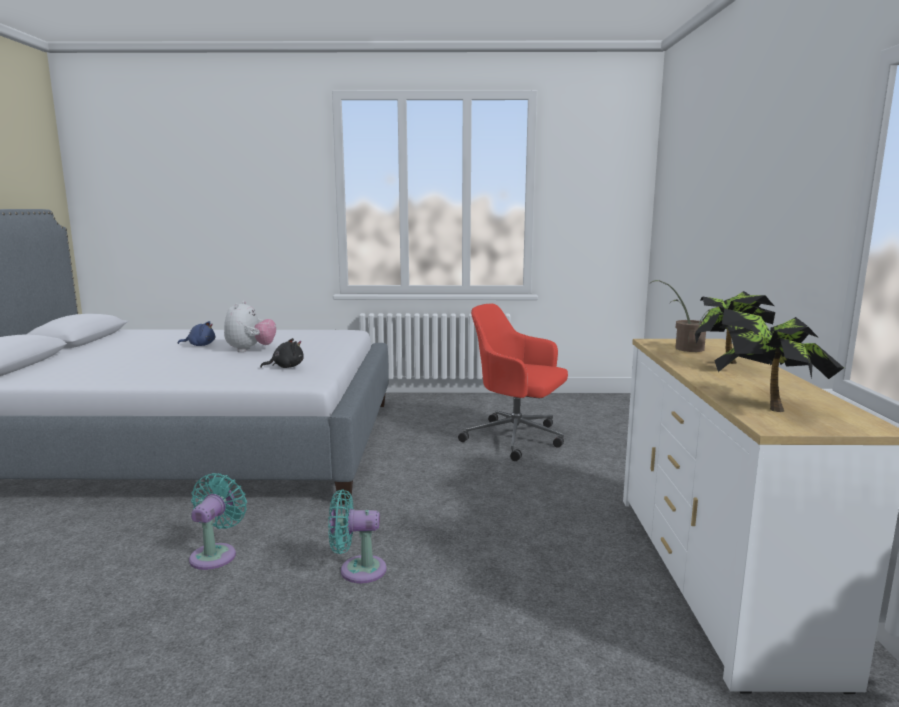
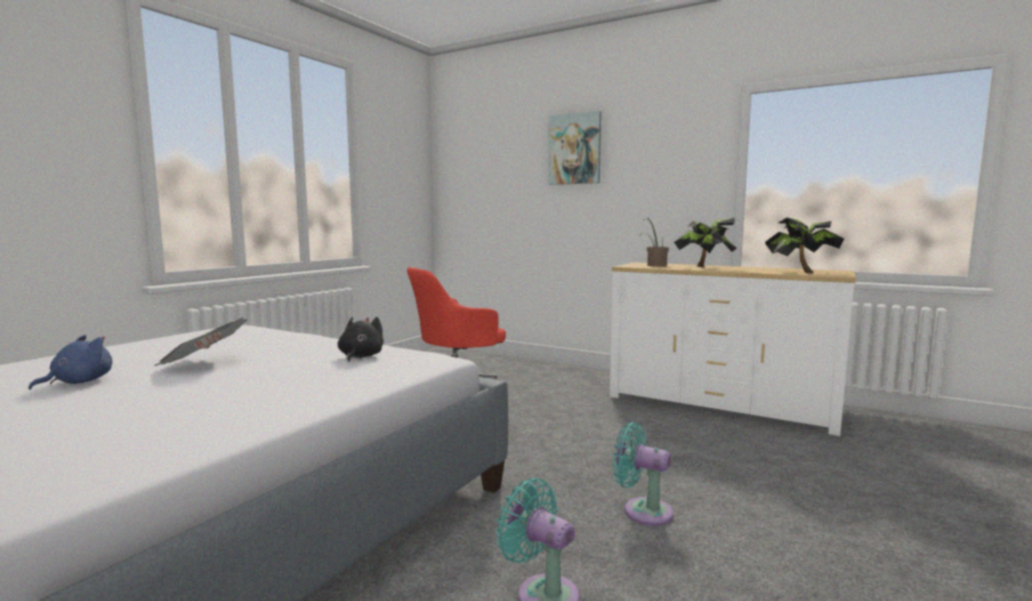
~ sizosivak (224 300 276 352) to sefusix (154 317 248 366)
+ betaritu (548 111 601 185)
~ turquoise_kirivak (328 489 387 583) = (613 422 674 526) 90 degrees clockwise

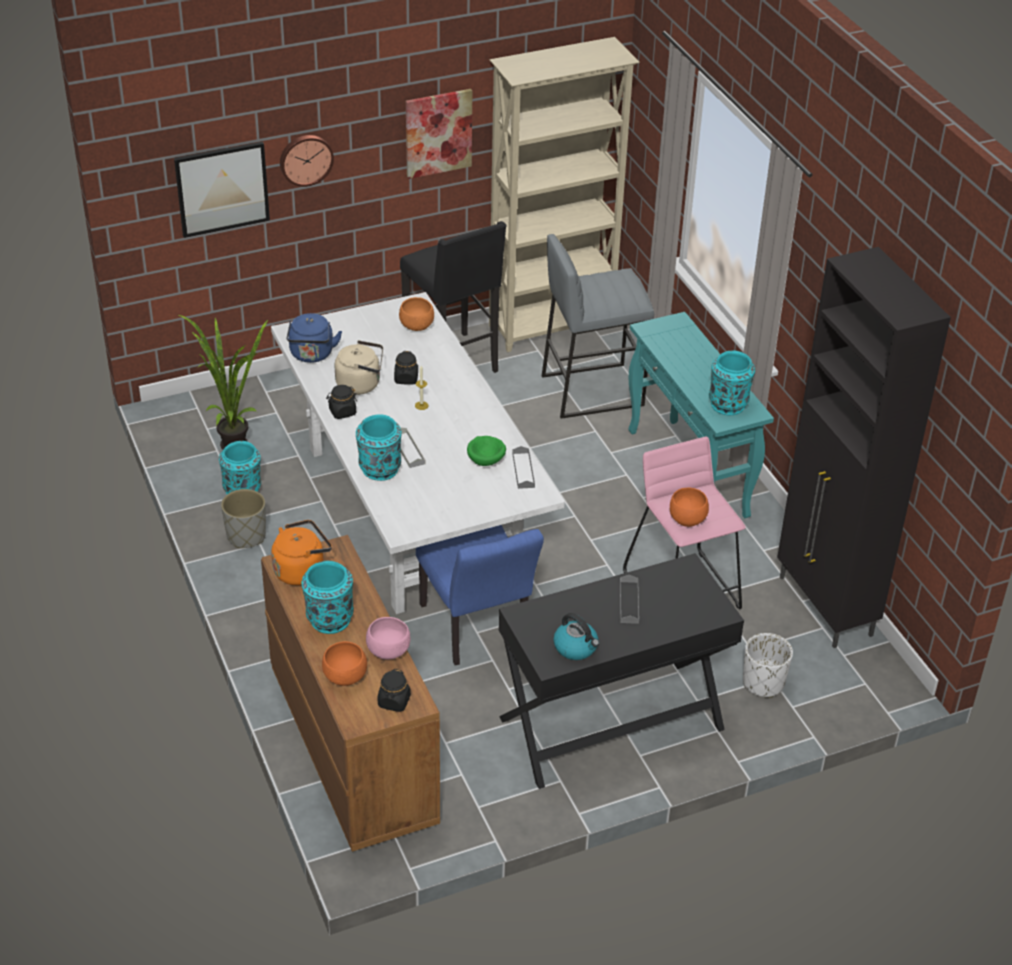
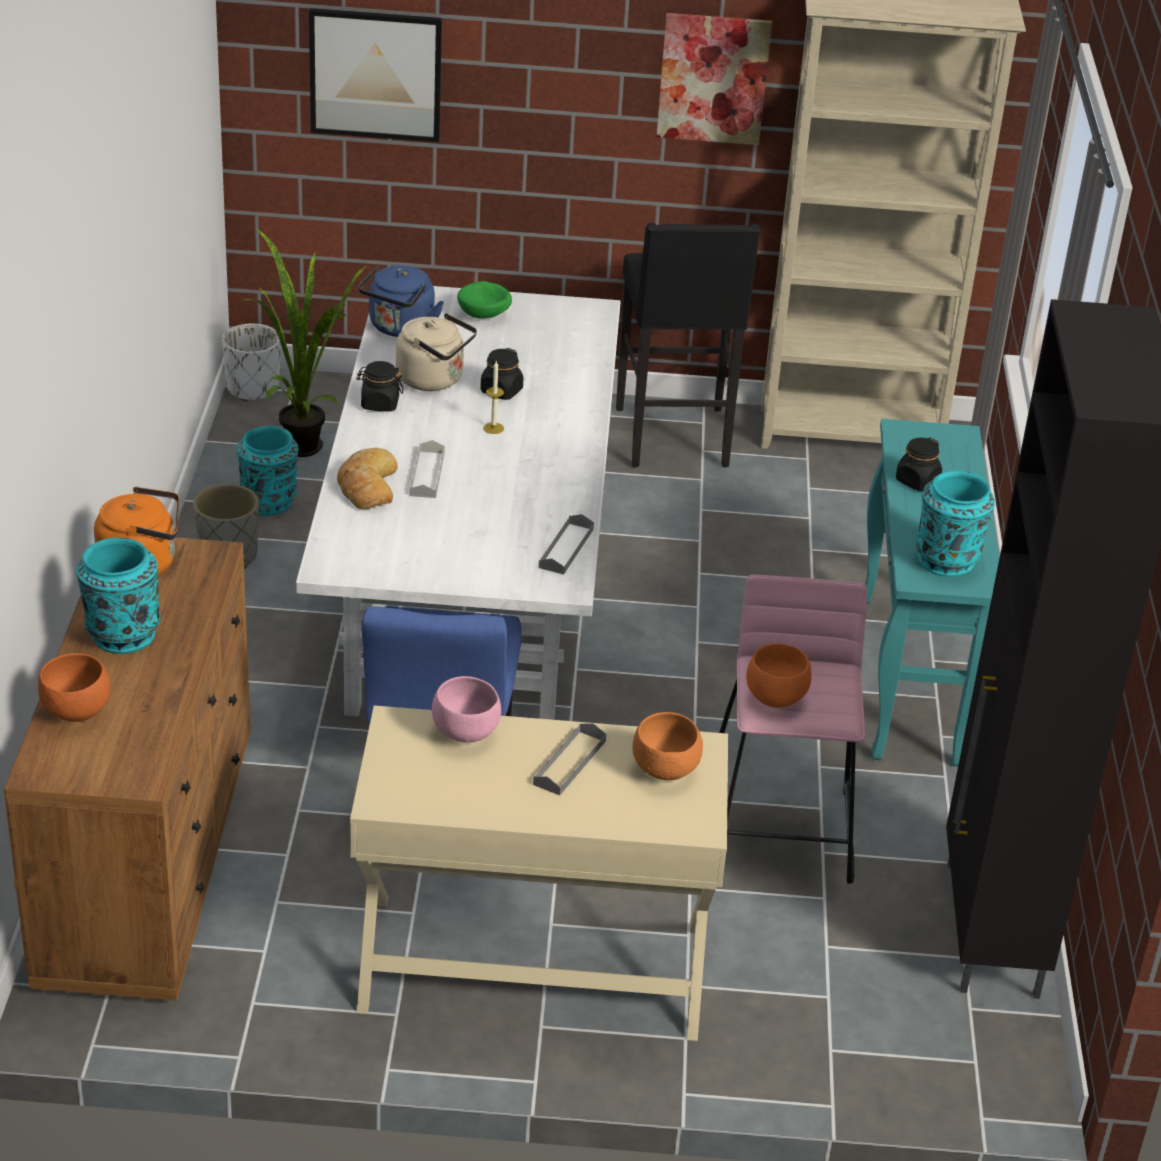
~ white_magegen (743 633 793 698) to (222 323 281 402)
~ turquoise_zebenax (356 414 402 481) to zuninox (337 448 397 509)
~ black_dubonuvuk (499 553 744 789) to beige_dubonuvuk (350 705 728 1041)
~ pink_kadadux (366 617 411 659) to (432 676 501 742)
~ green_kadadux (467 436 506 466) to (457 281 512 319)
~ orange_kadadux (399 297 434 331) to (632 712 703 780)
~ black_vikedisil (378 669 411 712) to (896 438 942 491)
- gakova (280 135 334 187)
- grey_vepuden (542 234 654 419)
- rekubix (553 613 599 660)

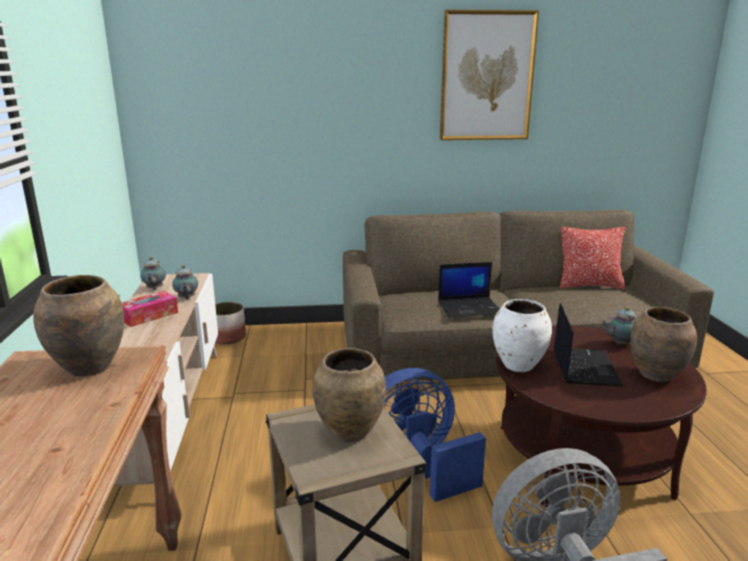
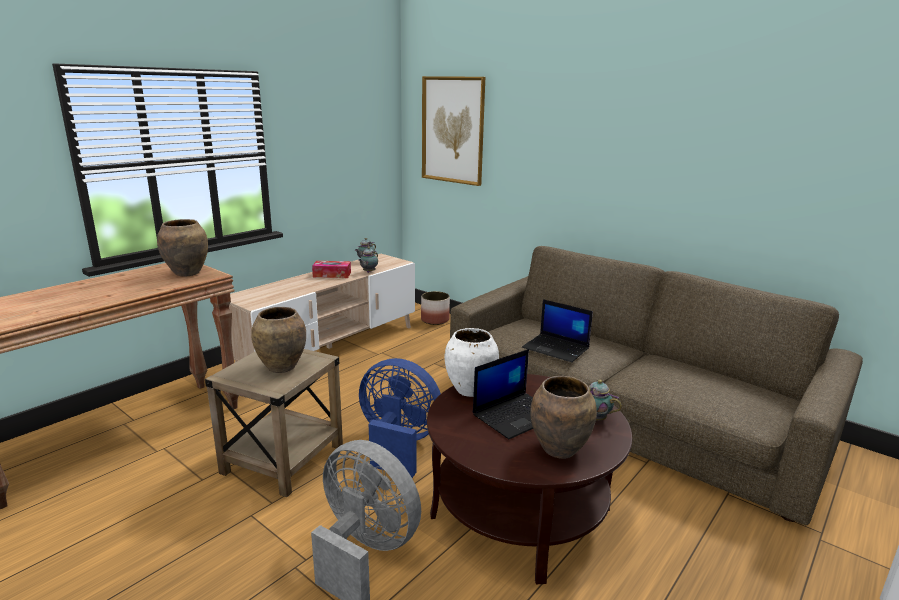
~ betaritu (440 10 539 140) to (422 76 485 186)
- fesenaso (560 227 626 289)

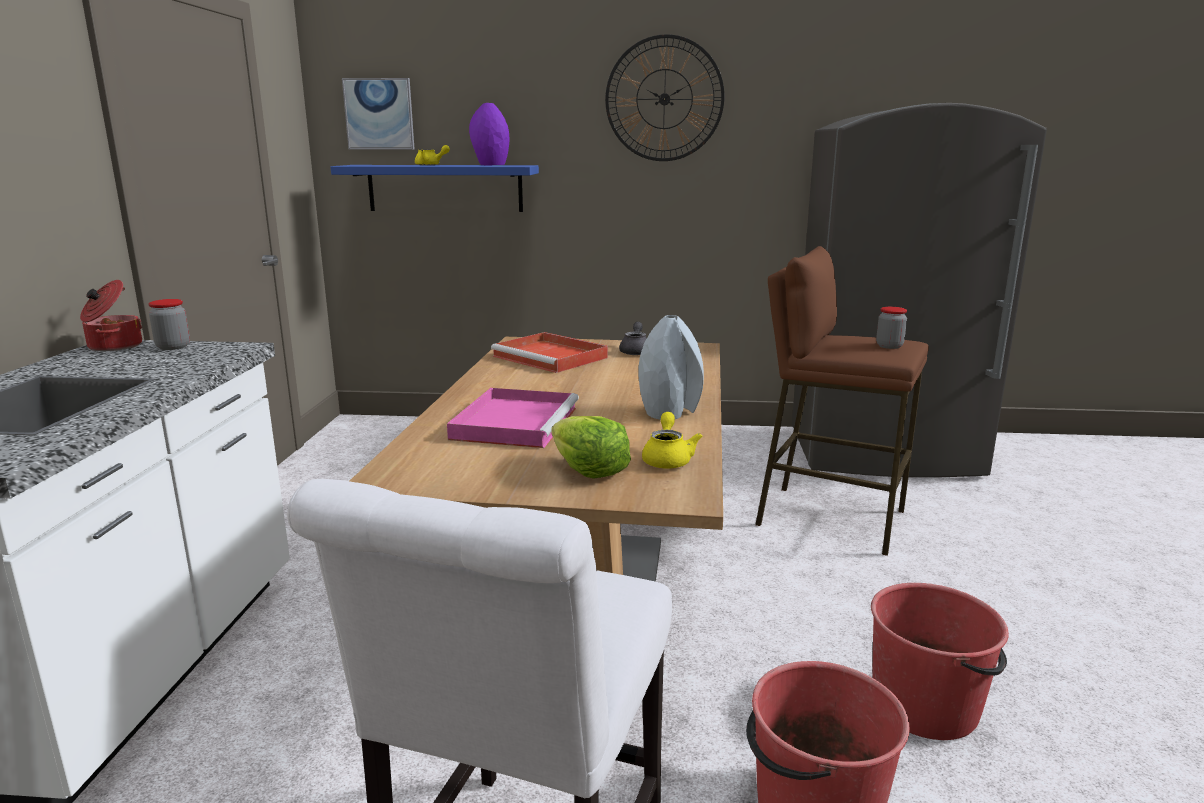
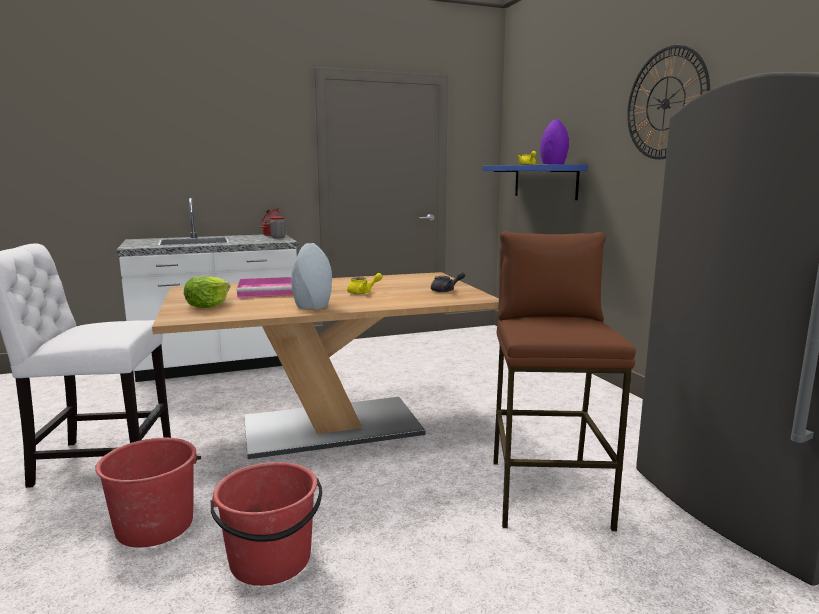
~ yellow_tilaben (642 412 702 469) to (347 273 383 294)
- betaritu (342 78 415 150)
- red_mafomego (491 332 608 373)
- vikedisil (876 307 907 349)

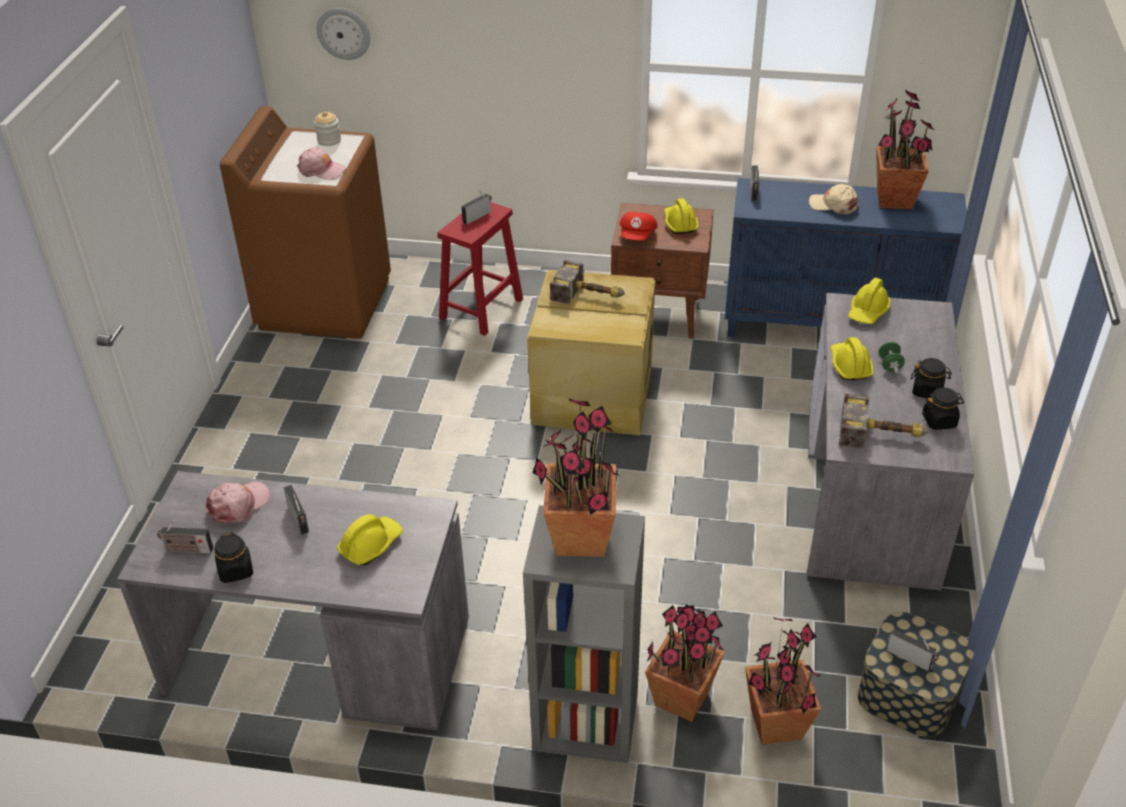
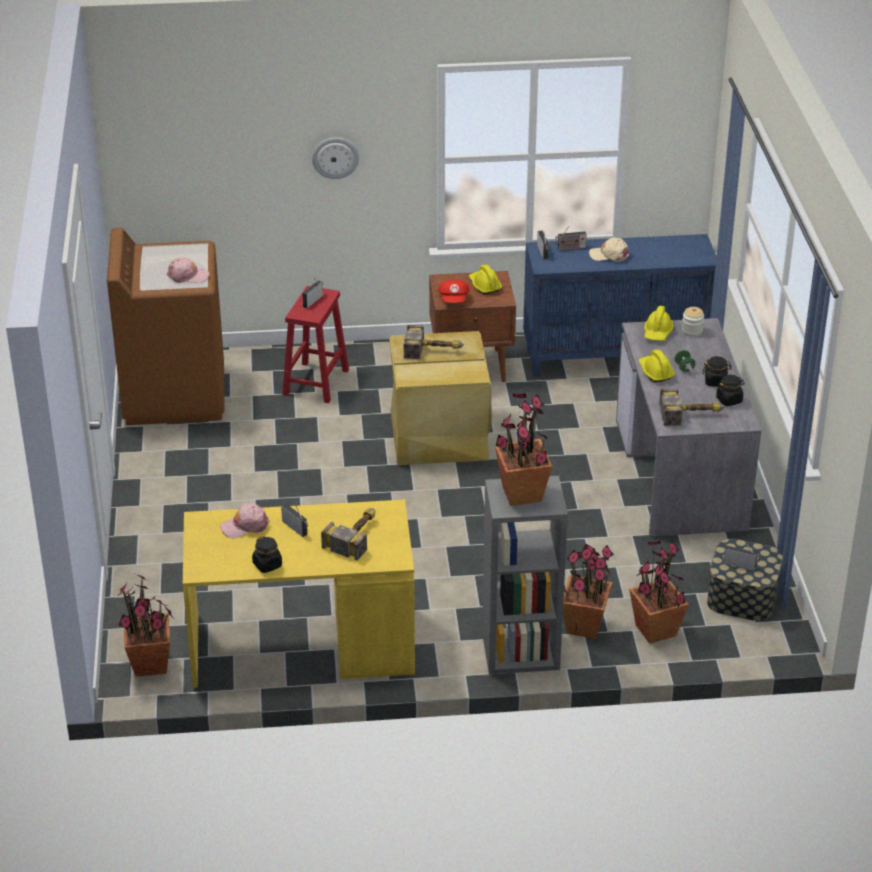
~ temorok (876 90 934 209) to (118 574 172 677)
~ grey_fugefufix (117 471 469 731) to yellow_fugefufix (183 500 415 688)
~ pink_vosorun (206 482 270 523) = (220 503 270 538) 135 degrees counterclockwise
~ gakova (316 8 370 60) to (312 137 359 179)
~ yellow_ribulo (337 514 403 565) to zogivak (321 508 375 561)
~ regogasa (157 520 213 554) to (555 226 586 251)
~ vikedisil (314 111 341 146) to (682 307 704 337)

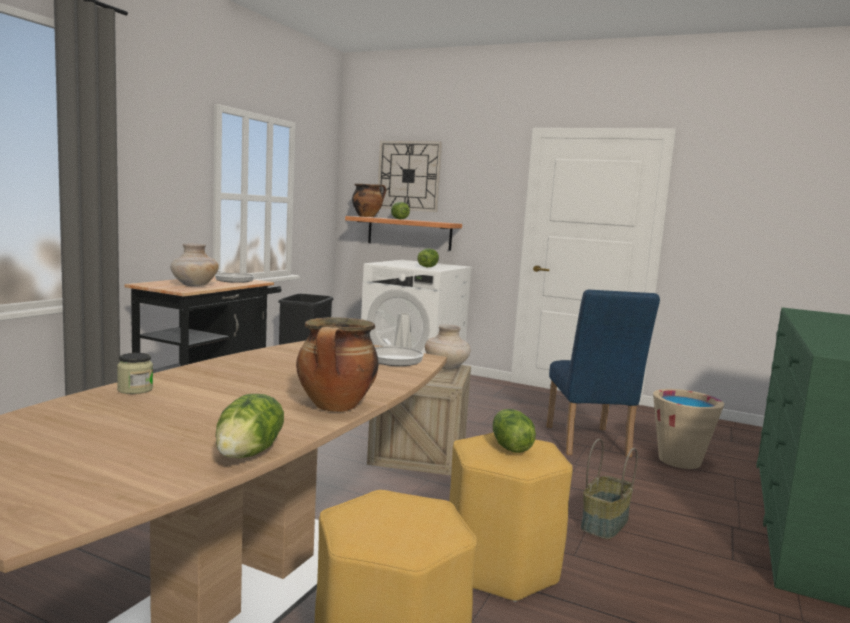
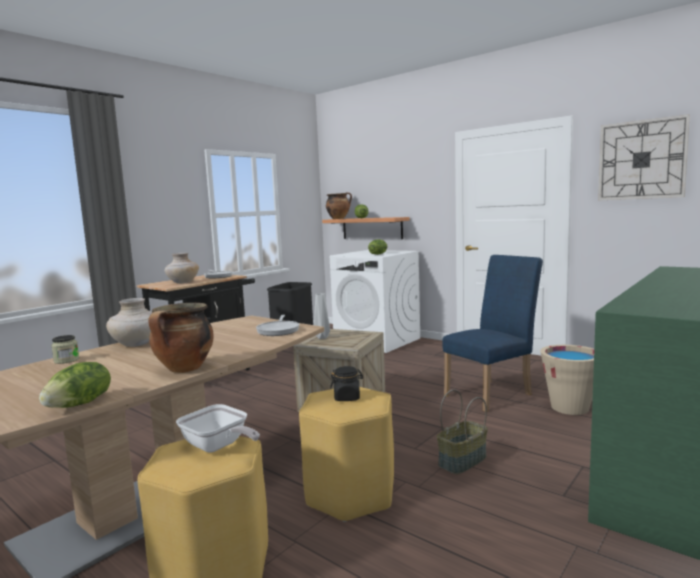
~ beige_zebenax (425 325 471 370) to (106 298 152 347)
+ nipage (176 404 260 453)
~ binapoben (493 409 536 453) to black_vikedisil (330 366 363 401)
~ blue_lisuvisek (546 290 660 457) = (442 255 543 412) 135 degrees counterclockwise
~ gakova (378 141 442 212) to (598 114 690 200)

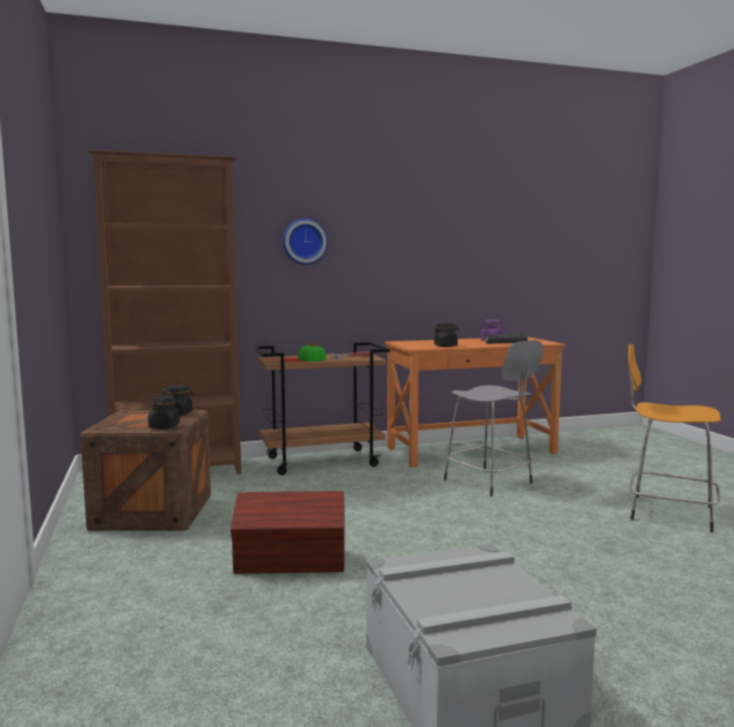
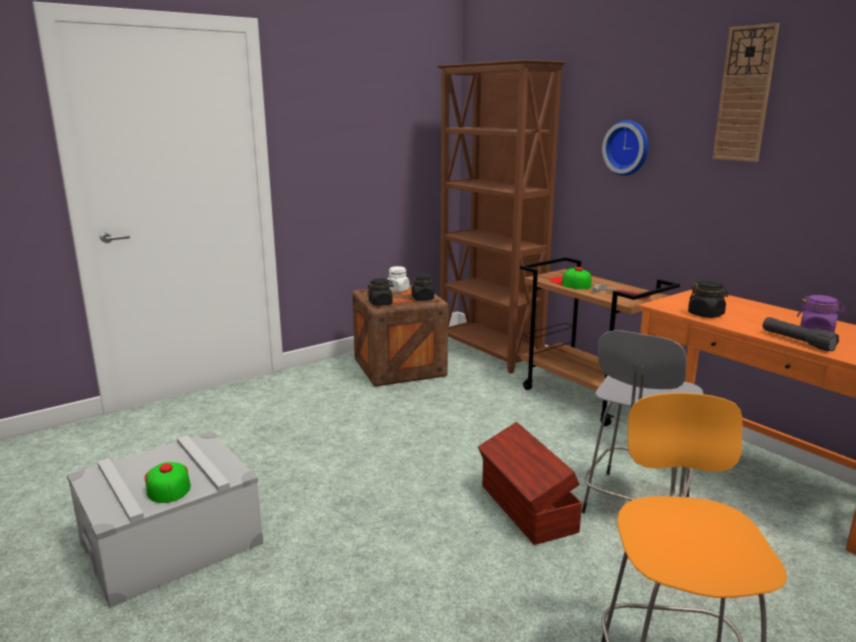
+ vosorun (145 462 191 503)
+ white_vikedisil (387 266 410 292)
~ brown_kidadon (231 491 345 574) to (478 422 582 545)
+ gakova (712 23 780 162)

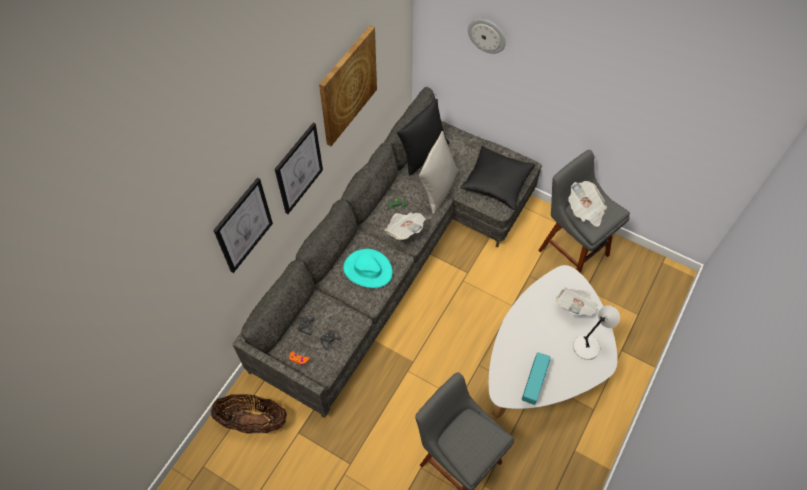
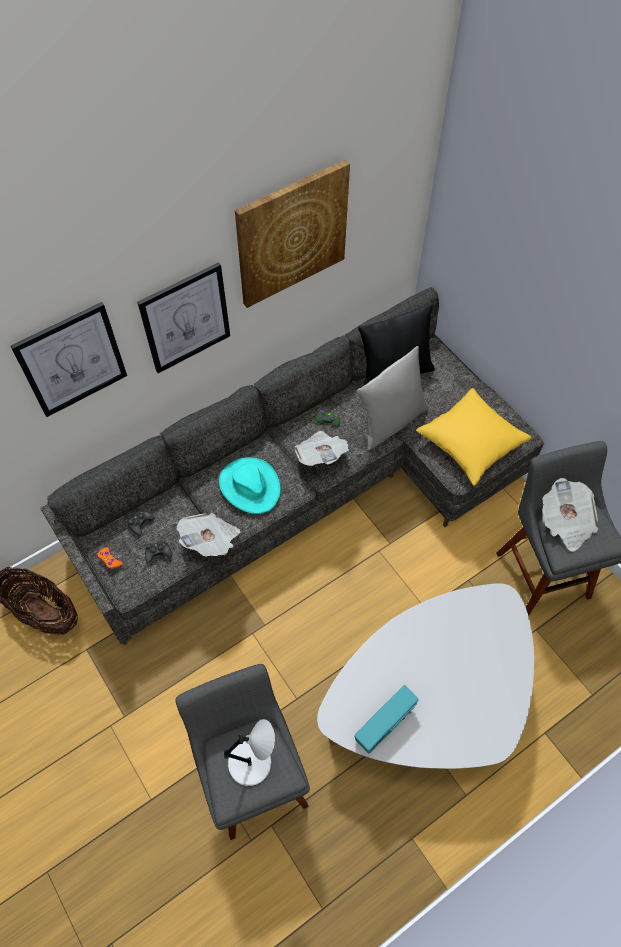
~ sefusix (556 288 598 316) to (177 513 240 557)
~ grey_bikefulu (573 305 620 360) to (224 719 275 786)
~ black_fesenaso (460 146 535 210) to yellow_fesenaso (416 388 532 486)
- gakova (468 19 506 54)

